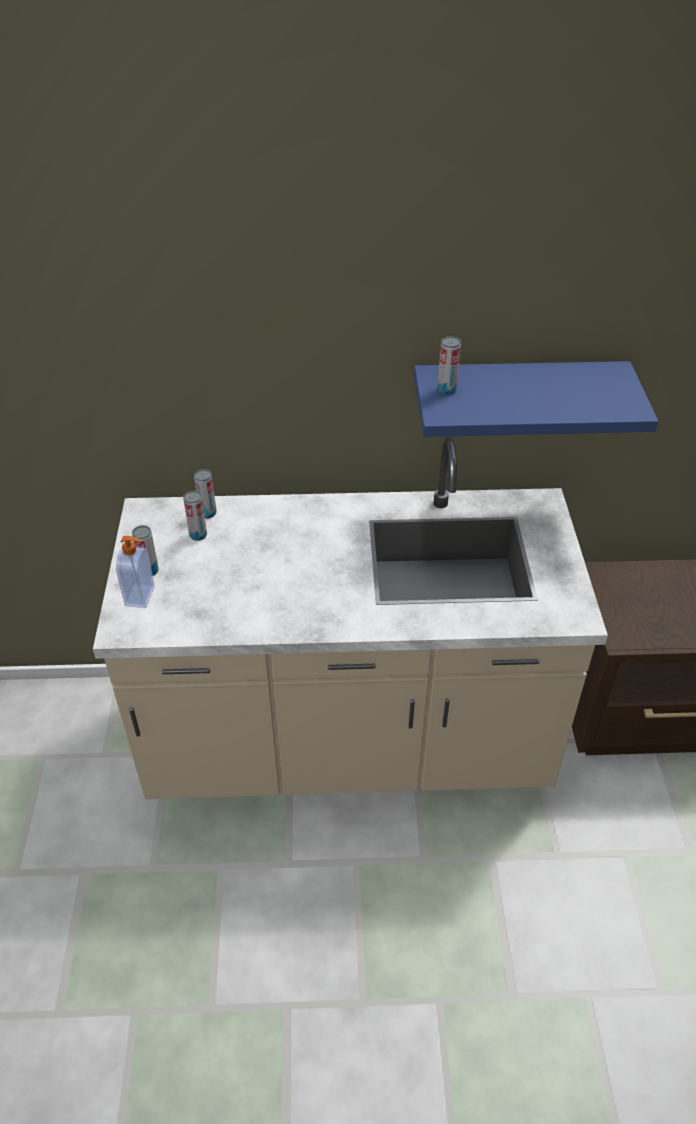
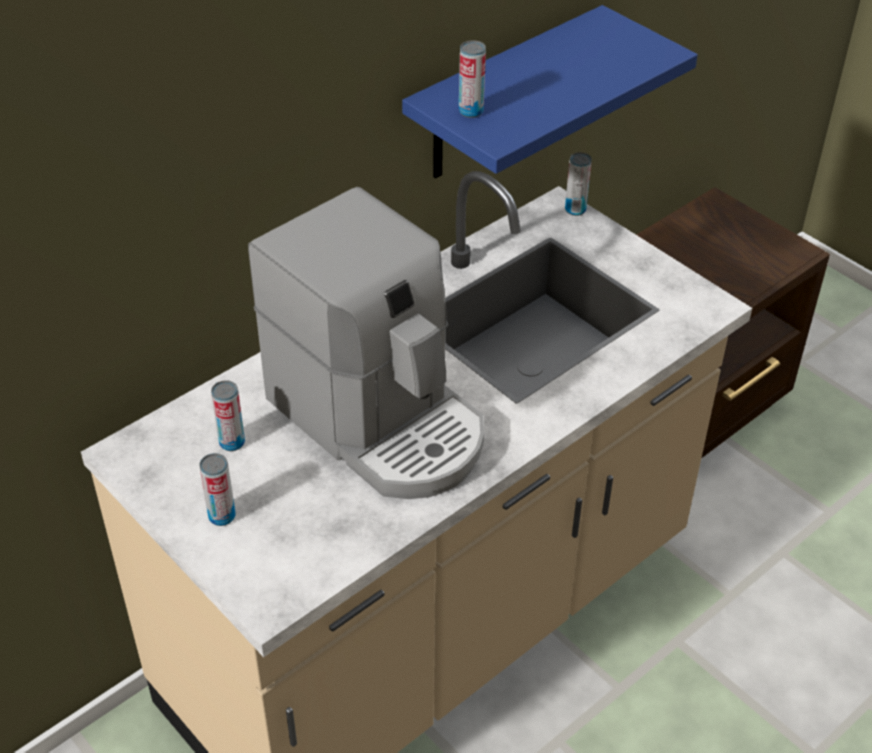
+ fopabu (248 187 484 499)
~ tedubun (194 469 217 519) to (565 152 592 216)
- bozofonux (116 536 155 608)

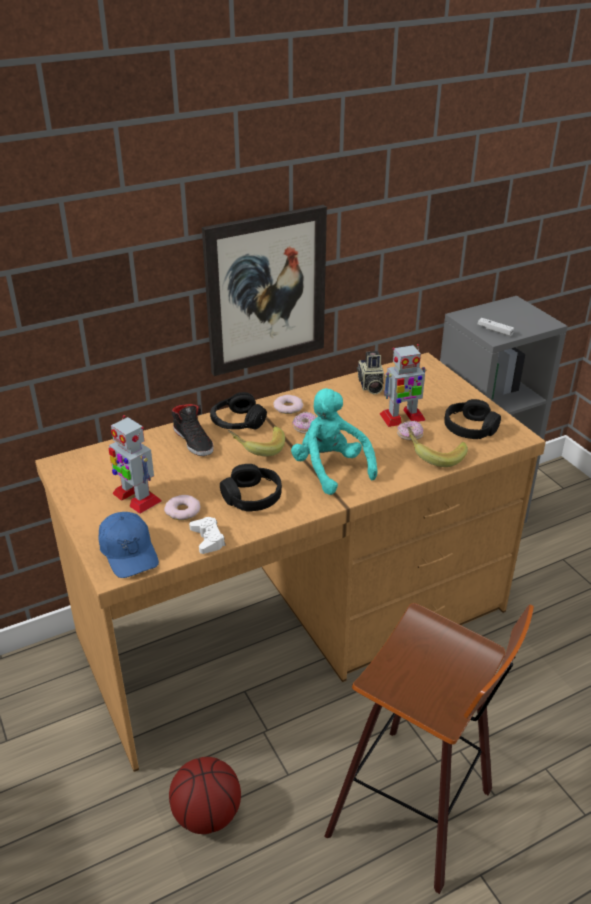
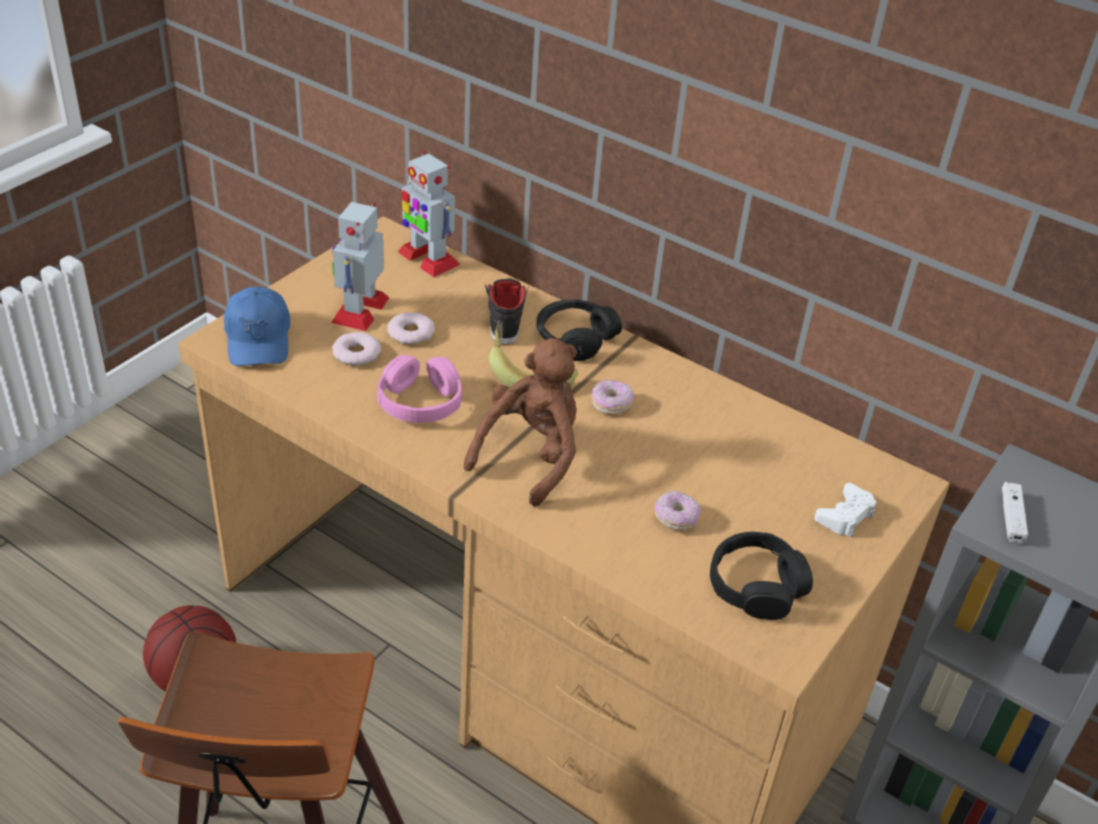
~ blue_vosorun (98 512 159 578) = (224 287 290 366) 45 degrees counterclockwise
~ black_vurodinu (220 464 282 511) to pink_vurodinu (377 355 461 423)
~ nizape (273 395 303 414) to (387 312 435 345)
~ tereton (380 344 426 427) to (398 150 460 277)
~ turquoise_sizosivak (291 388 377 495) to brown_sizosivak (464 338 577 507)
~ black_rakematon (171 404 214 456) = (485 278 529 345) 150 degrees clockwise
~ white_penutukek (189 517 226 554) to (814 483 877 537)
- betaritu (202 205 327 376)
- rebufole (357 351 384 394)
- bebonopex (407 427 468 467)

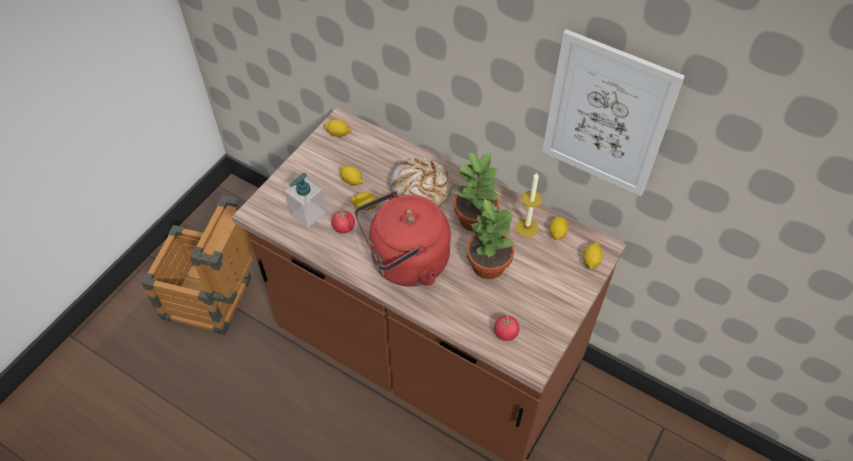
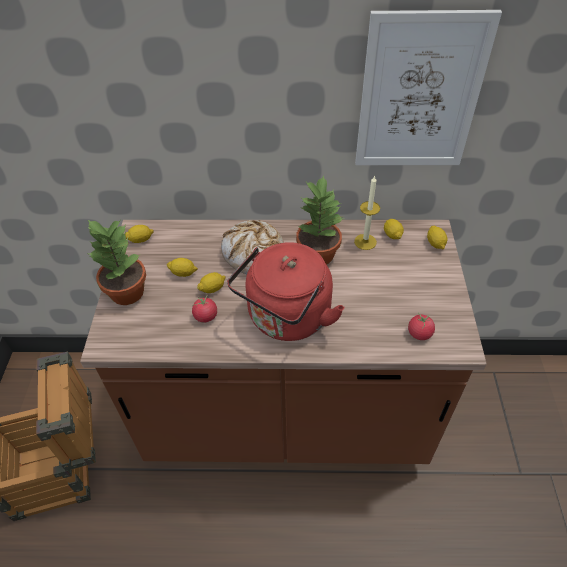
~ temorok (466 198 516 279) to (87 219 146 305)
- bozofonux (285 173 327 228)

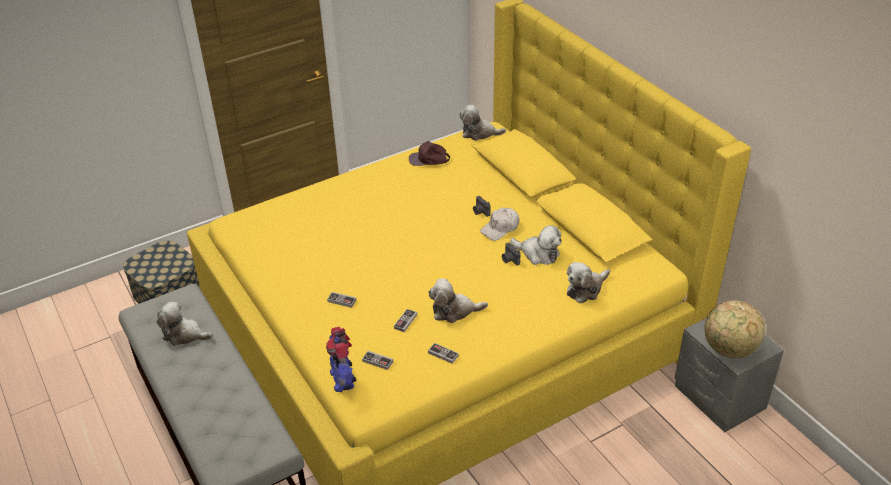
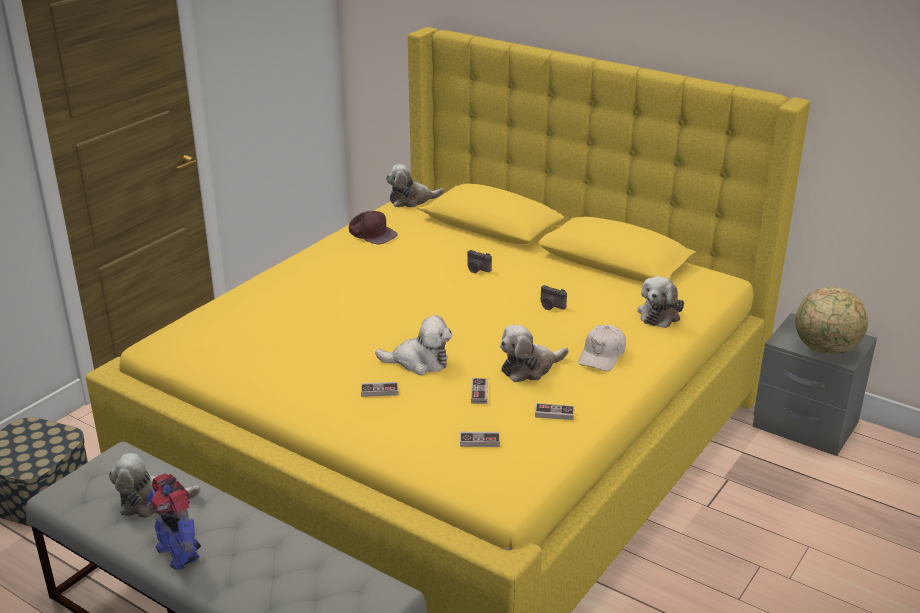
~ tereton (326 327 356 392) to (146 473 201 570)
~ brown_vosorun (409 141 450 166) = (349 211 398 244) 120 degrees counterclockwise
~ sizosivak (510 225 562 265) to (375 315 452 375)
~ white_vosorun (480 208 519 241) to (578 325 626 371)

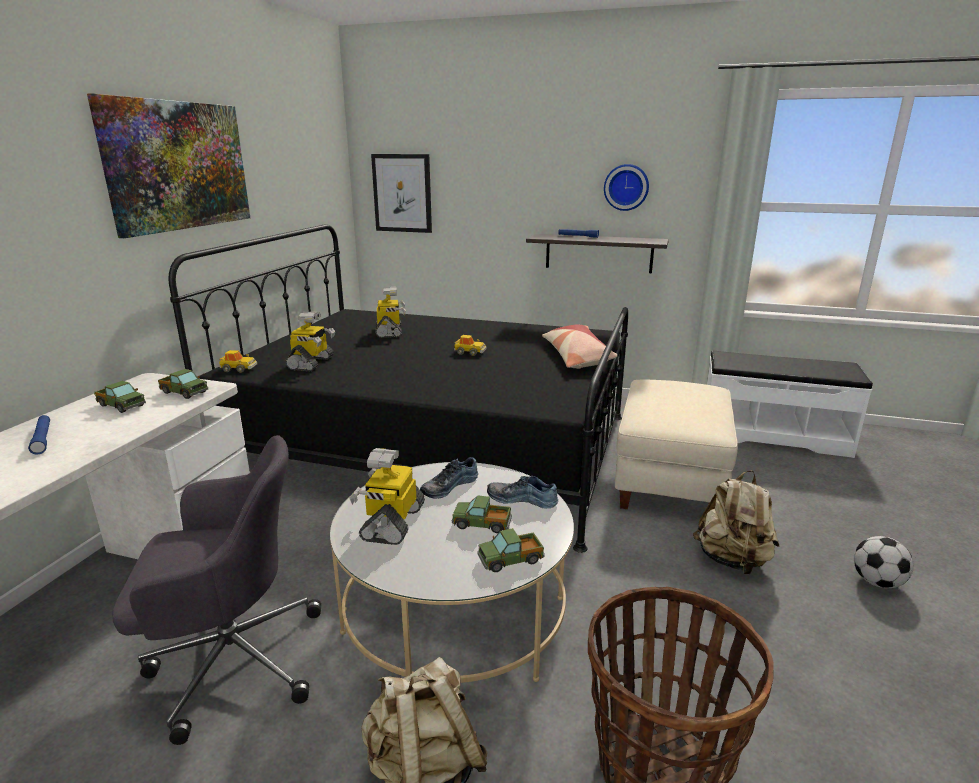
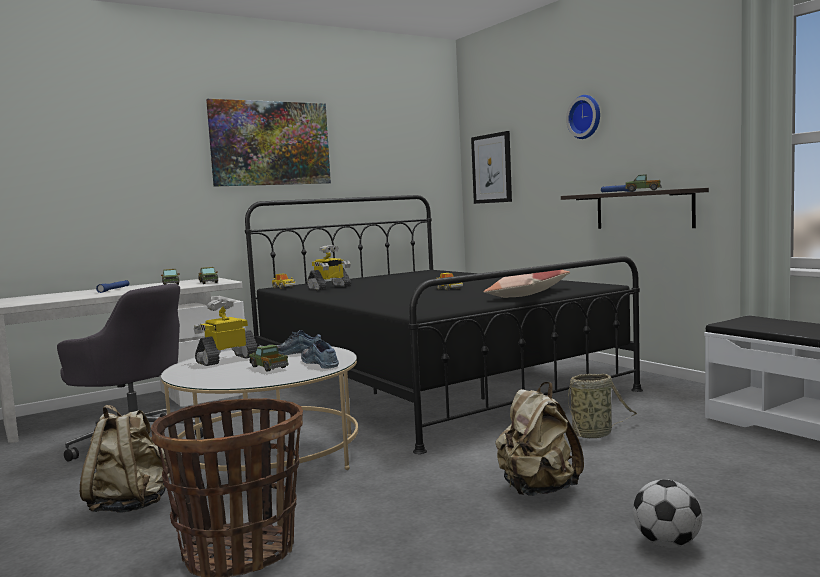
~ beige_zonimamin (615 379 738 509) to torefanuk (564 374 638 438)
~ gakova (604 164 649 211) to (566 95 600 139)
~ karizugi (478 528 545 572) to (625 174 661 192)
- tereton (375 287 406 338)

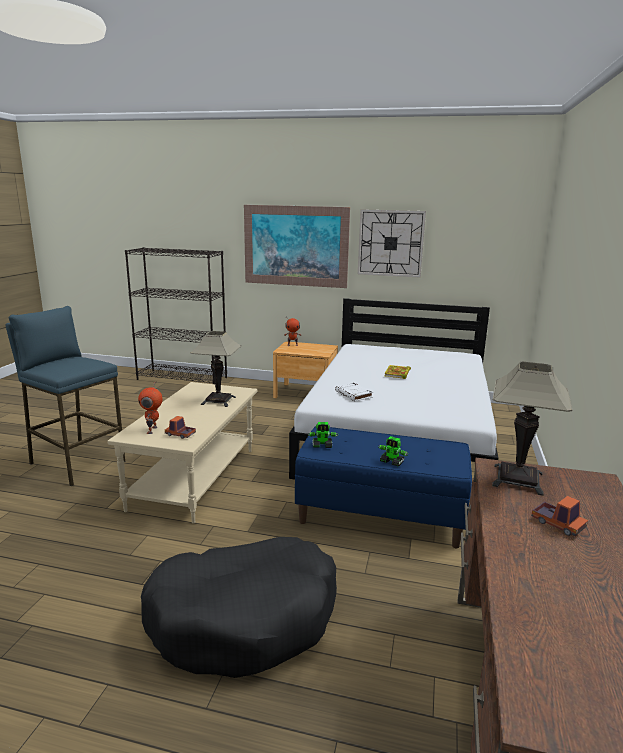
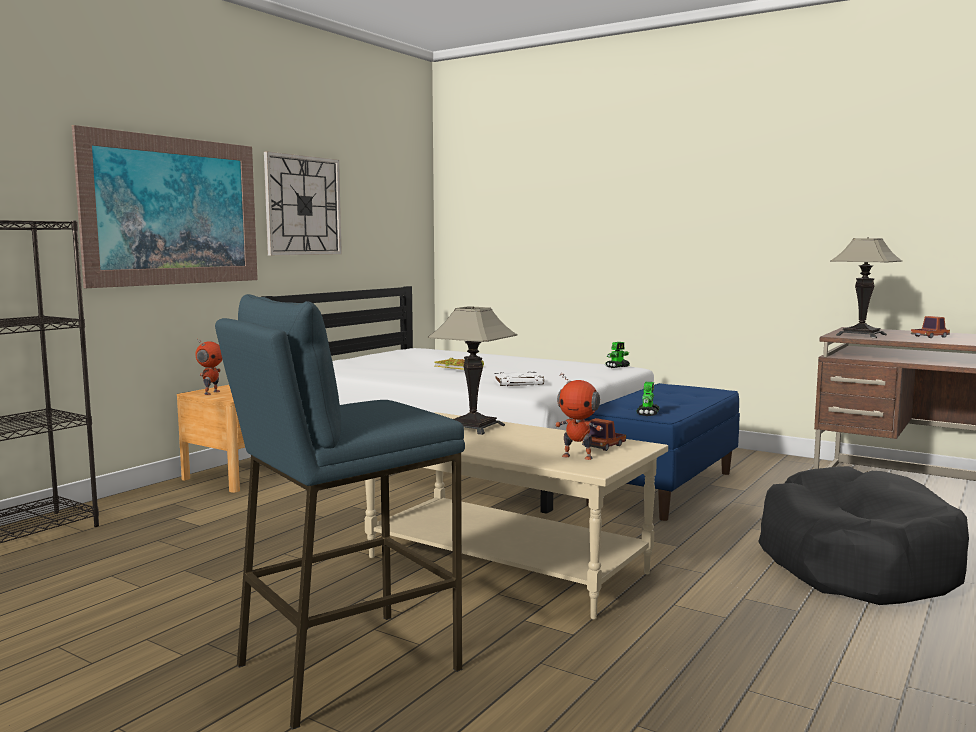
~ tereton (378 436 408 467) to (605 342 630 368)

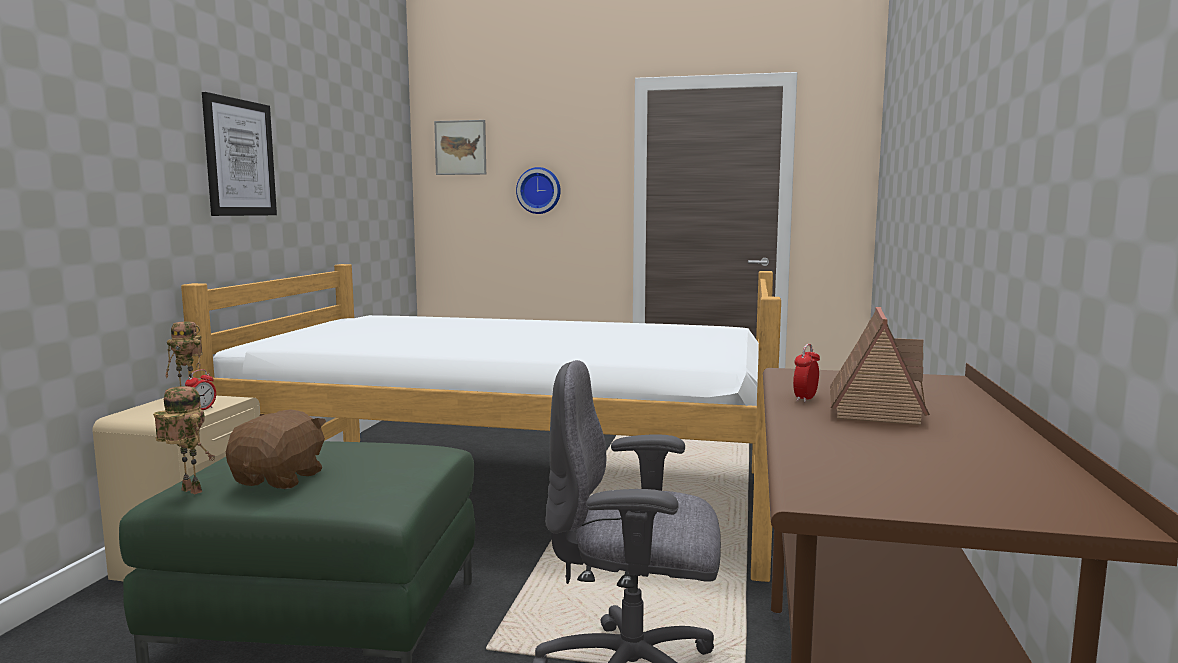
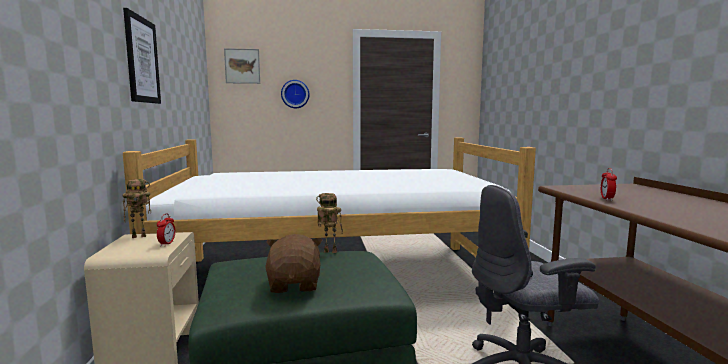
~ tereton (153 386 215 494) to (316 193 343 253)
- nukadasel (830 307 930 425)

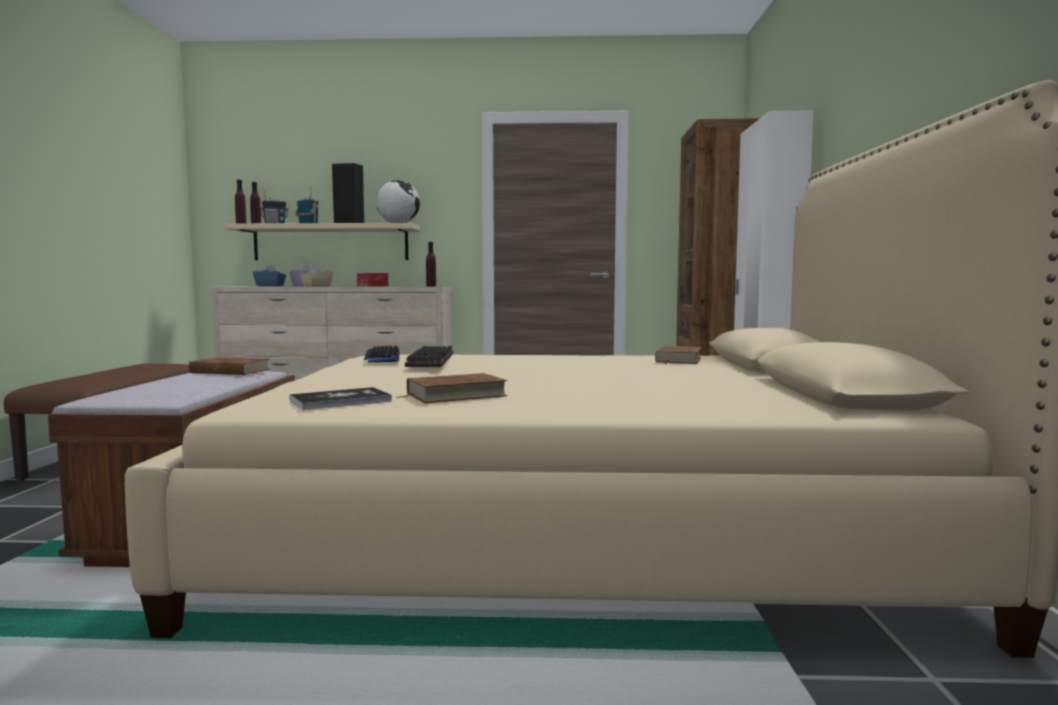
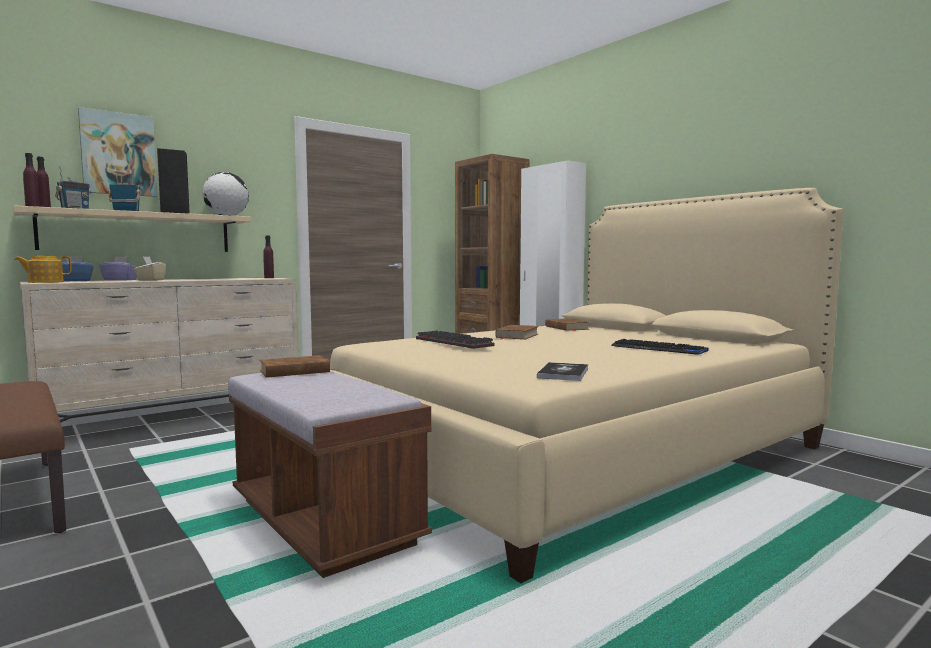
+ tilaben (14 256 72 283)
+ betaritu (78 107 158 197)
~ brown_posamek (396 373 507 403) to (495 325 539 340)
~ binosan (364 345 399 362) to (611 339 708 355)
- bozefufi (357 273 388 287)

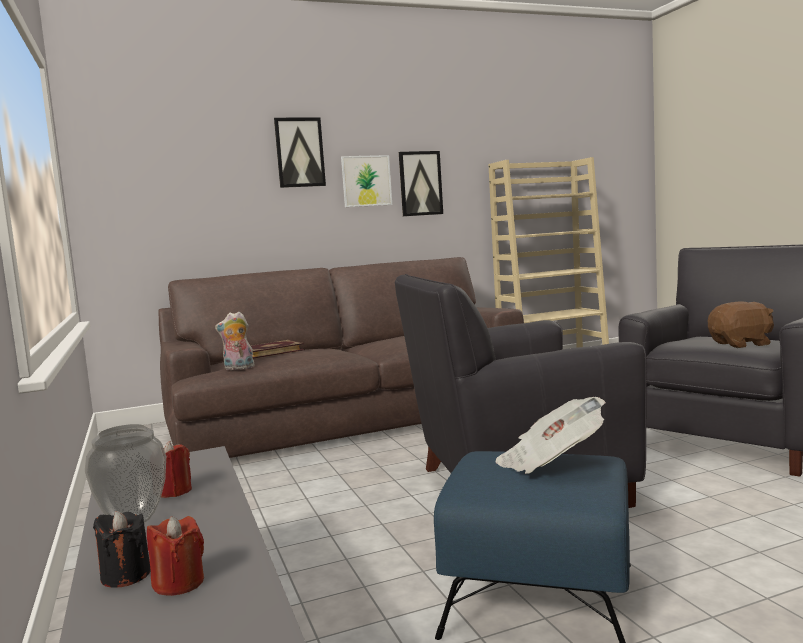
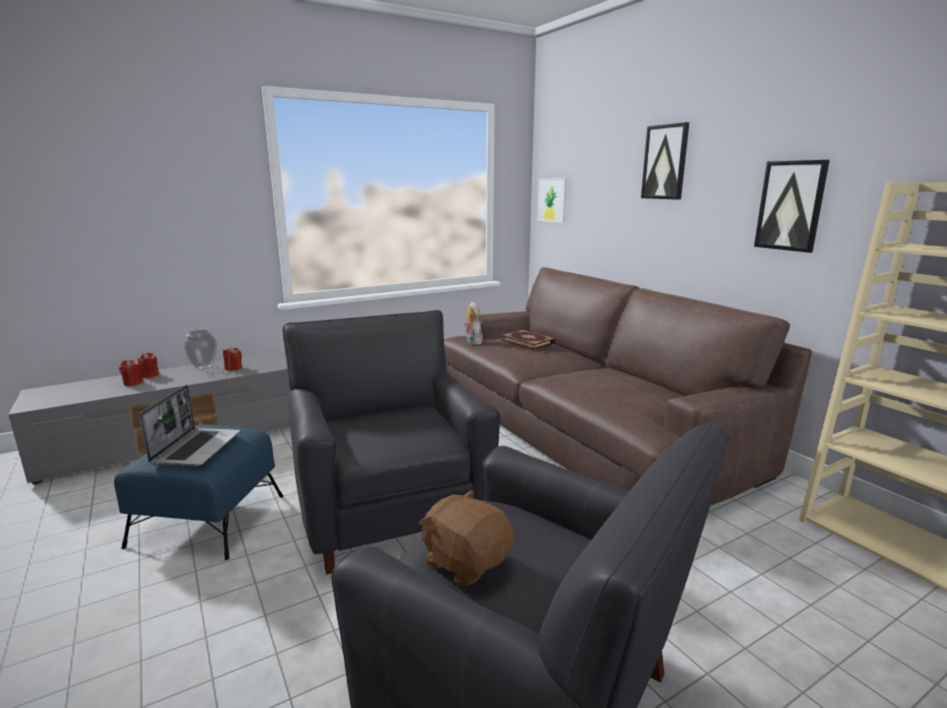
~ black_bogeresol (93 511 151 588) to red_bogeresol (137 353 159 378)
~ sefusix (495 397 606 474) to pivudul (139 385 240 466)
~ brown_sizosivak (708 301 774 348) = (419 490 514 587) 150 degrees clockwise
~ betaritu (341 155 392 207) to (537 178 567 223)

